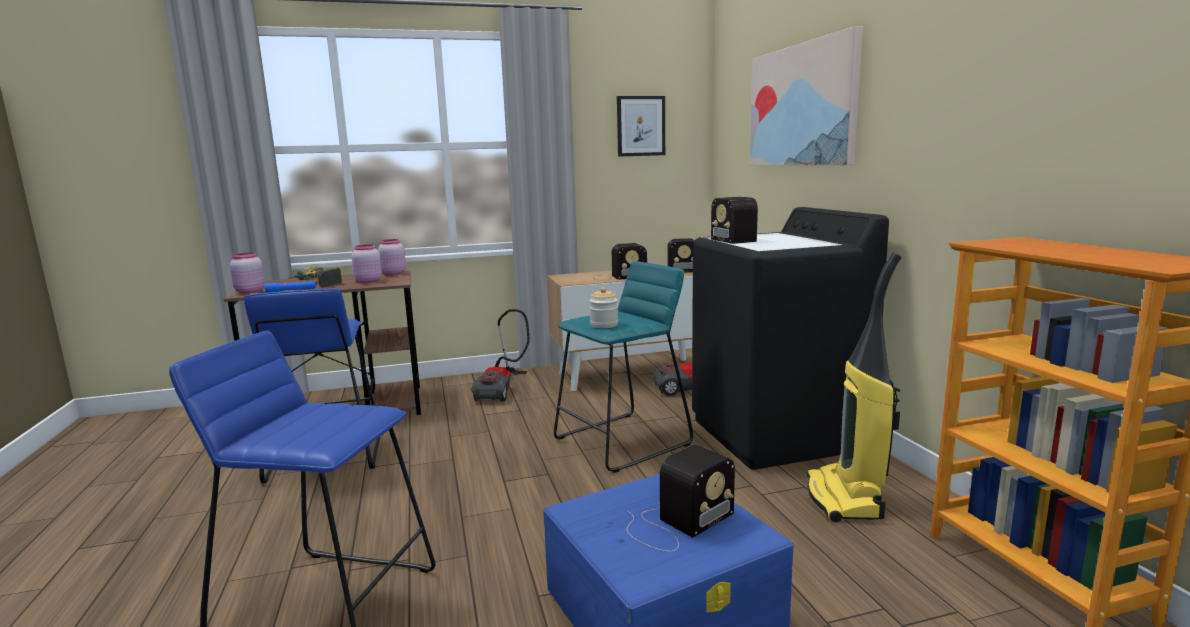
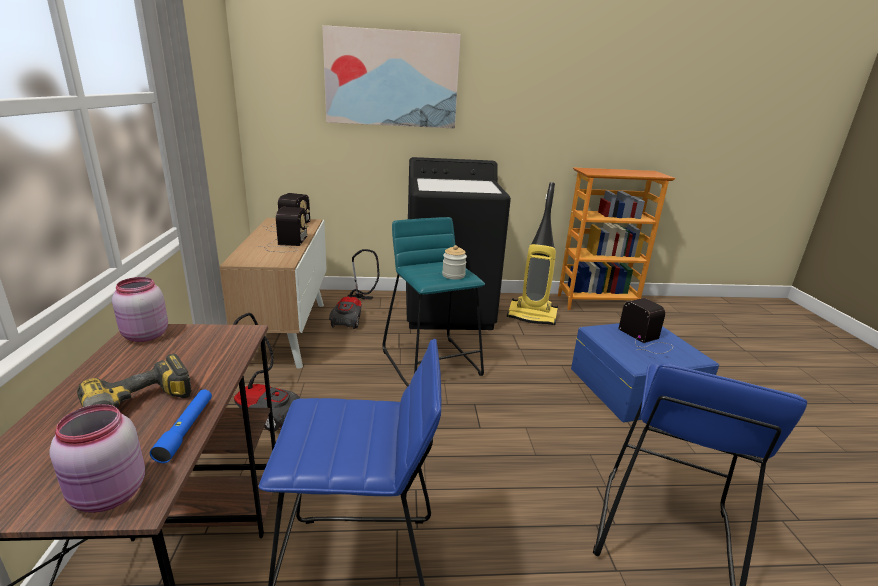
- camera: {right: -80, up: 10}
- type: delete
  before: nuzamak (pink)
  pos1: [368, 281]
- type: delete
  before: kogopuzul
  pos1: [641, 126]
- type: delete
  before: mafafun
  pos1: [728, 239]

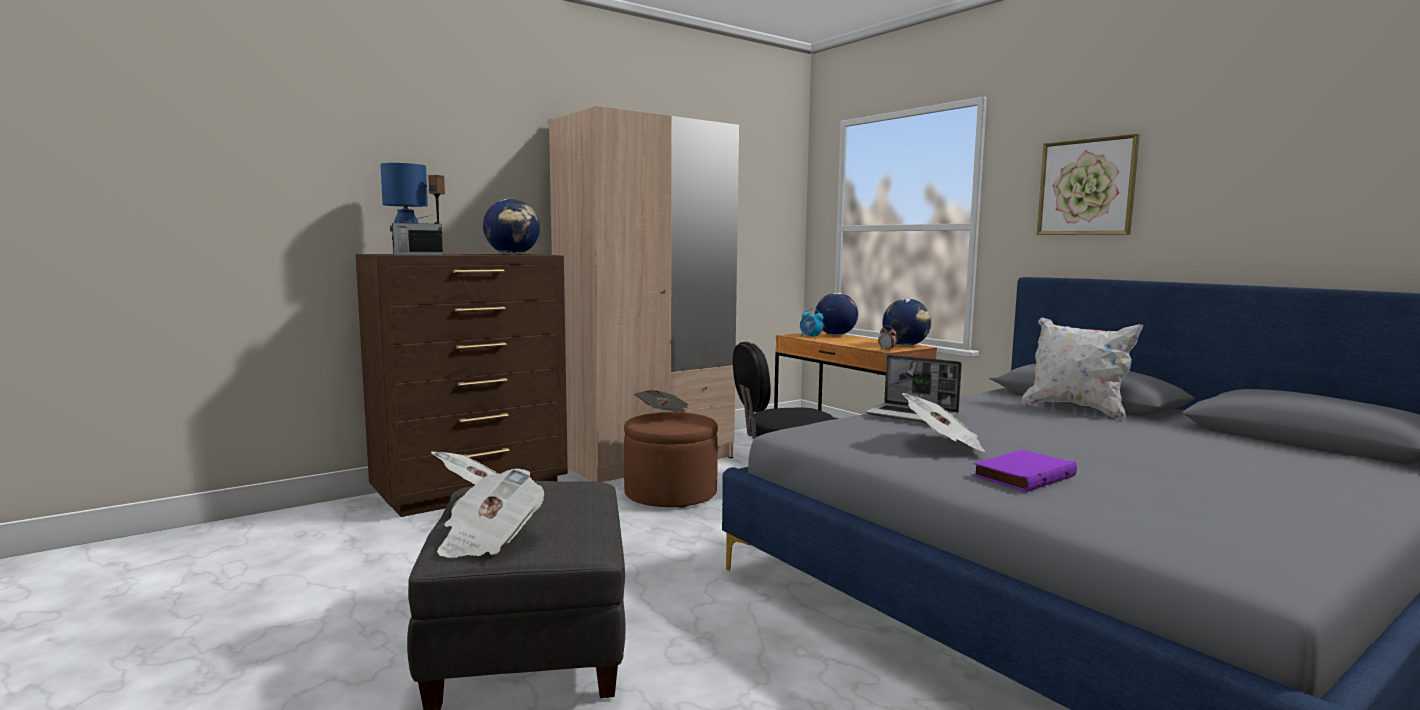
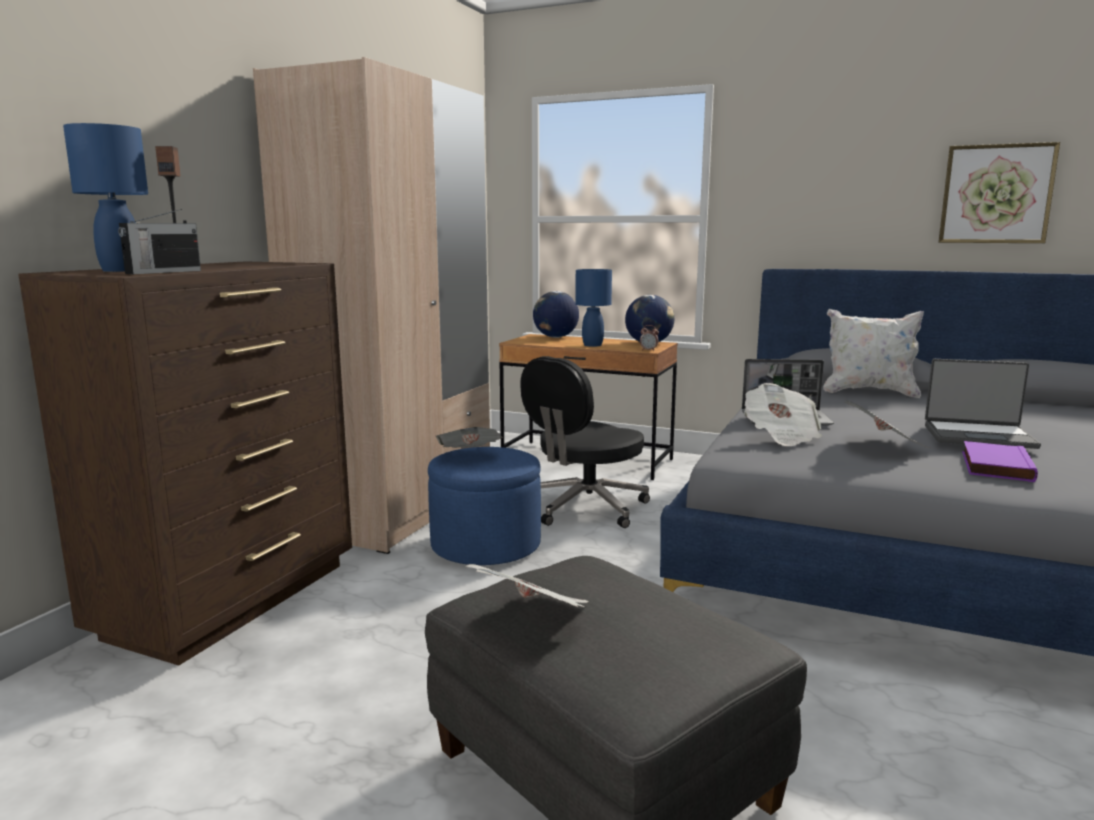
- camera: {right: -30, up: 5}
- type: recolor
  before: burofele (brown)
  after: burofele (blue)
  pos1: [670, 494]
  pos2: [486, 545]
- type: insert
  after: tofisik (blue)
  pos2: [593, 345]
- type: move
  before: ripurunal
  pos1: [489, 540]
  pos2: [781, 435]
- type: insert
  after: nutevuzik
  pos2: [978, 436]
- type: move
  before: kogopuzul
  pos1: [1086, 187]
  pos2: [996, 194]
- type: delete
  before: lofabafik
  pos1: [512, 254]
- type: delete
  before: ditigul
  pos1: [810, 337]

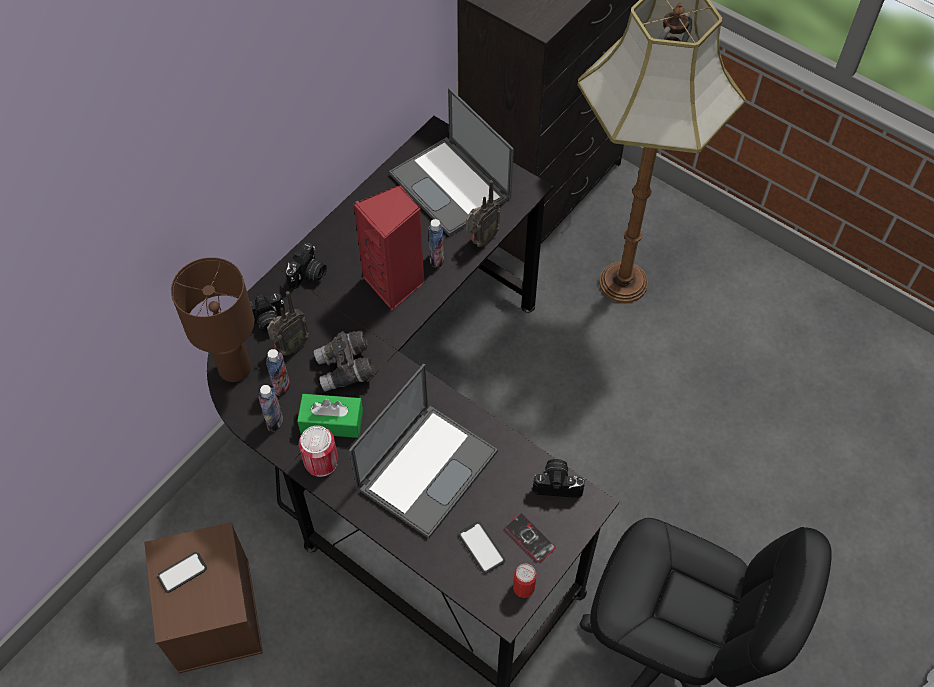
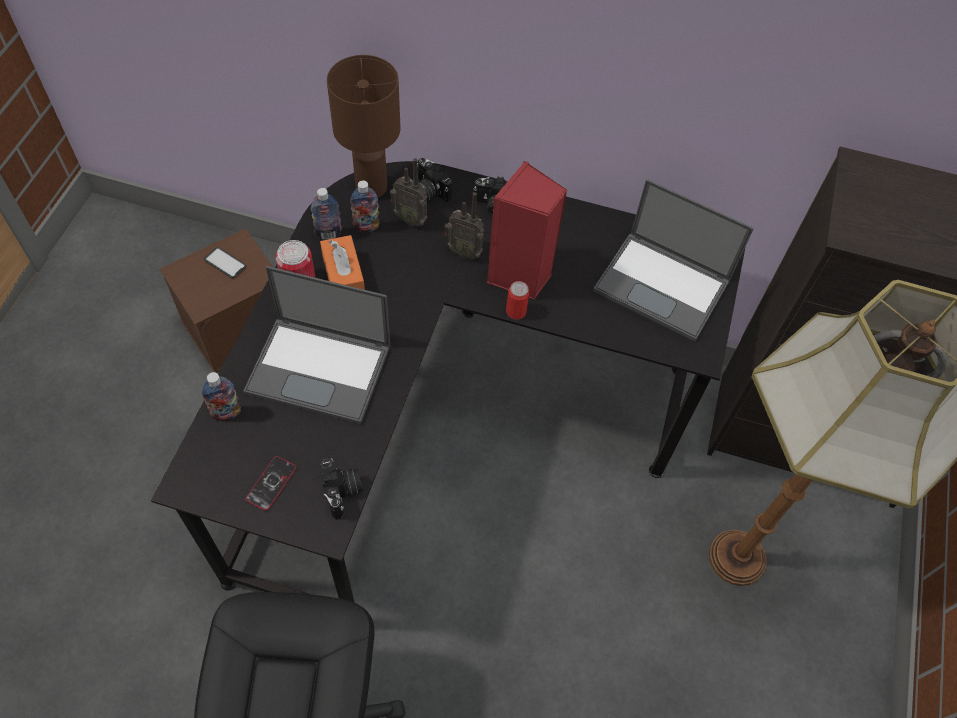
- camera: {right: 65, up: 0}
- type: move
  before: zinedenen
  pos1: [436, 259]
  pos2: [227, 413]
- type: recolor
  before: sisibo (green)
  after: sisibo (orange)
  pos1: [331, 421]
  pos2: [343, 276]
- type: move
  before: mafafun
  pos1: [481, 240]
  pos2: [464, 251]
- type: move
  before: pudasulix
  pos1: [523, 587]
  pos2: [516, 311]
- type: rotate
  before: nutevuzik
  pos1: [451, 186]
  pos2: [663, 286]
  turn: -90
- type: delete
  before: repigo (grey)
  pos1: [346, 369]
- type: delete
  before: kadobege
  pos1: [481, 547]

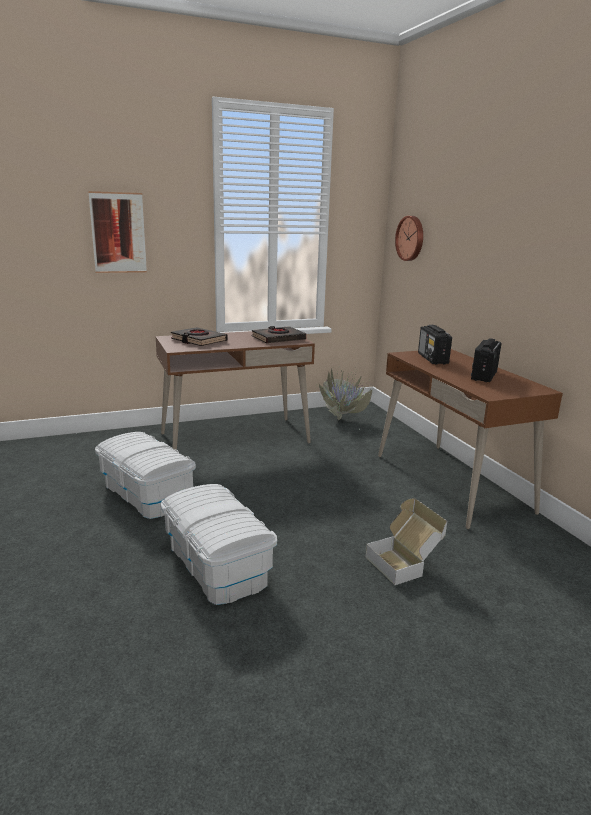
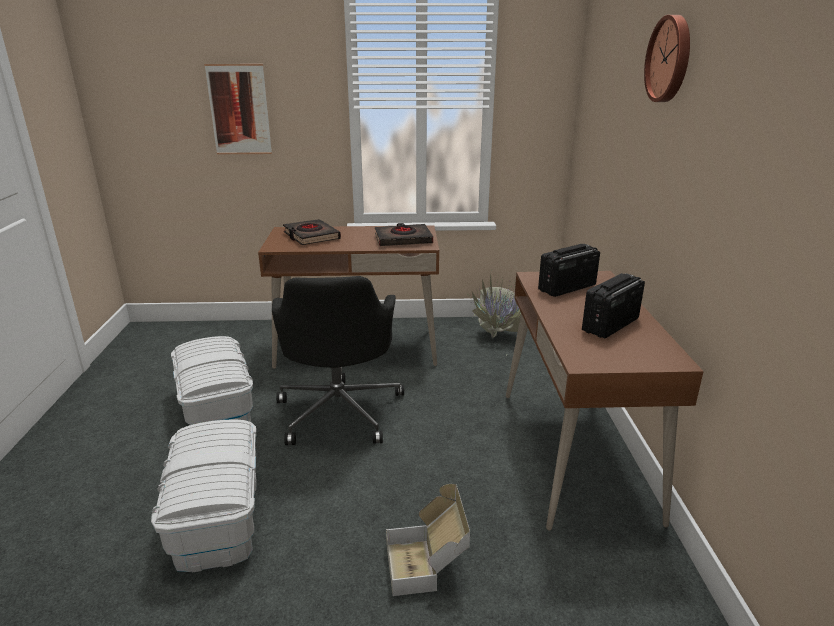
- camera: {right: 20, up: 5}
- type: insert
  after: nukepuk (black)
  pos2: [340, 410]
- type: rotate
  before: mafafun
  pos1: [432, 359]
  pos2: [566, 288]
  turn: 45
- type: move
  before: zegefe
  pos1: [411, 238]
  pos2: [670, 59]

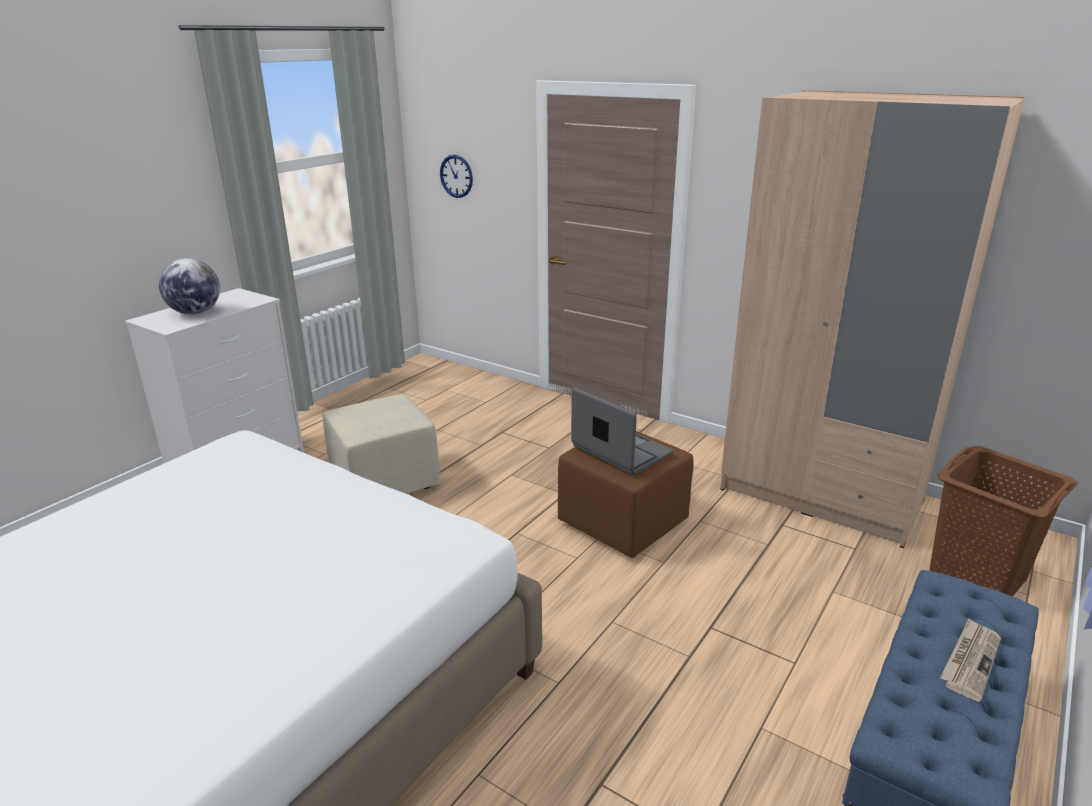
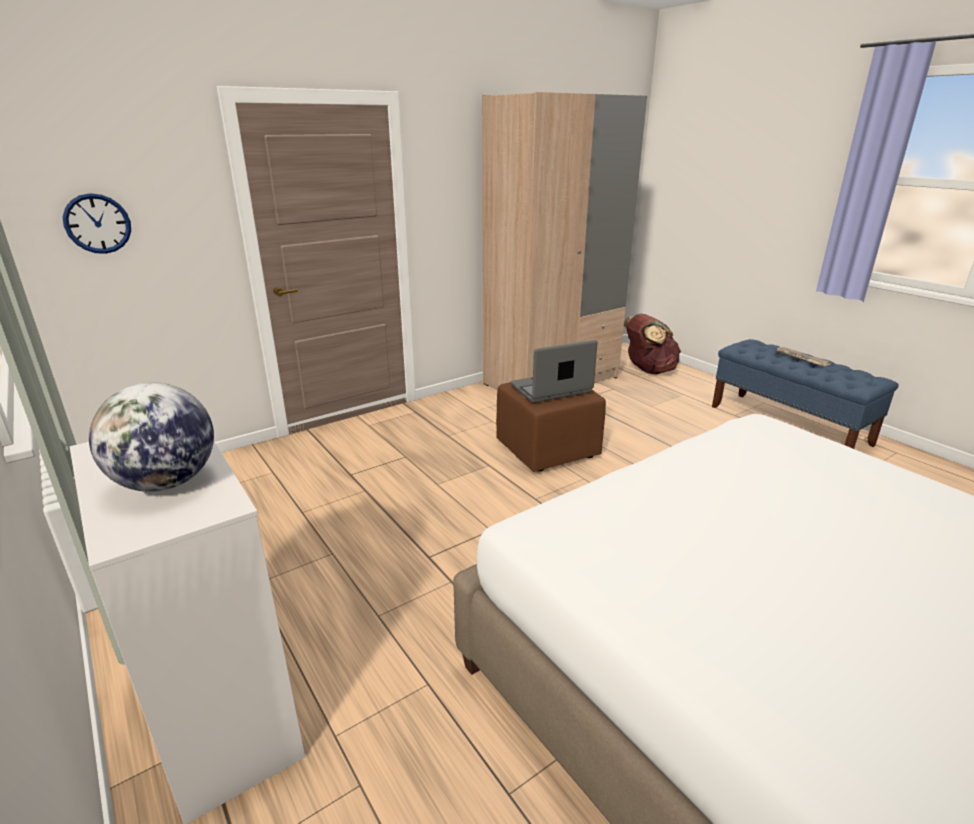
- camera: {right: -70, up: 0}
- type: replace
  before: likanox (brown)
  after: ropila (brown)
  pos1: [976, 576]
  pos2: [648, 370]
- type: delete
  before: burofele (beige)
  pos1: [385, 481]

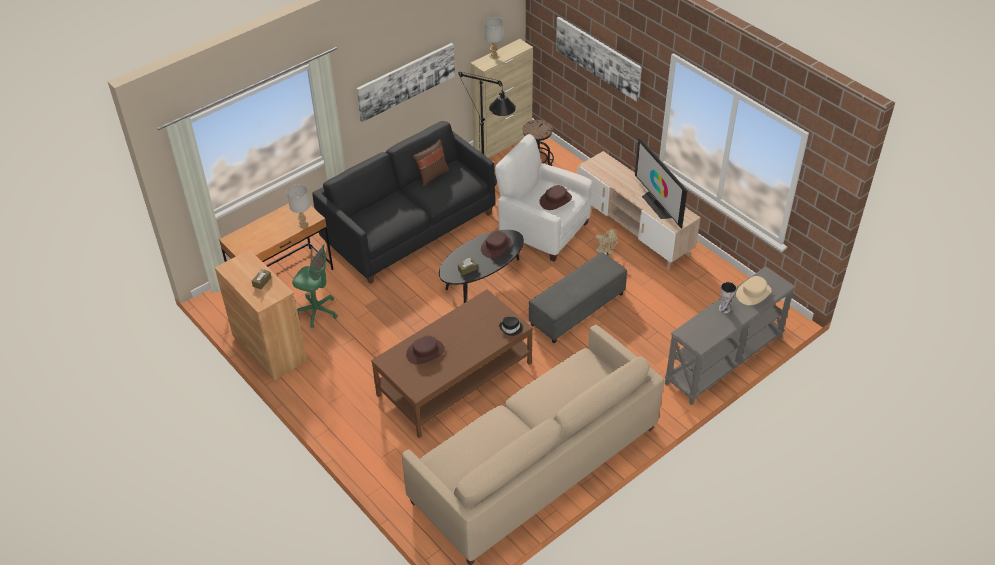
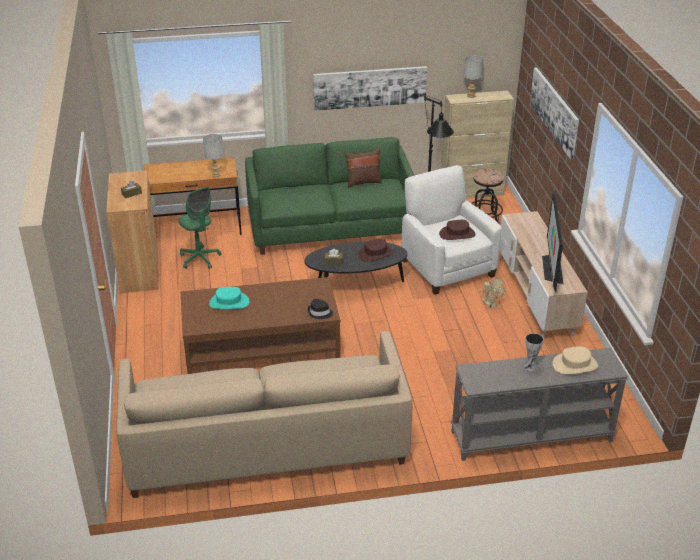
- camera: {right: 30, up: -10}
- type: recolor
  before: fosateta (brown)
  after: fosateta (turquoise)
  pos1: [425, 352]
  pos2: [229, 302]
- type: recolor
  before: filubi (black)
  after: filubi (green)
  pos1: [409, 228]
  pos2: [330, 227]
- type: delete
  before: burofele (grey)
  pos1: [577, 310]

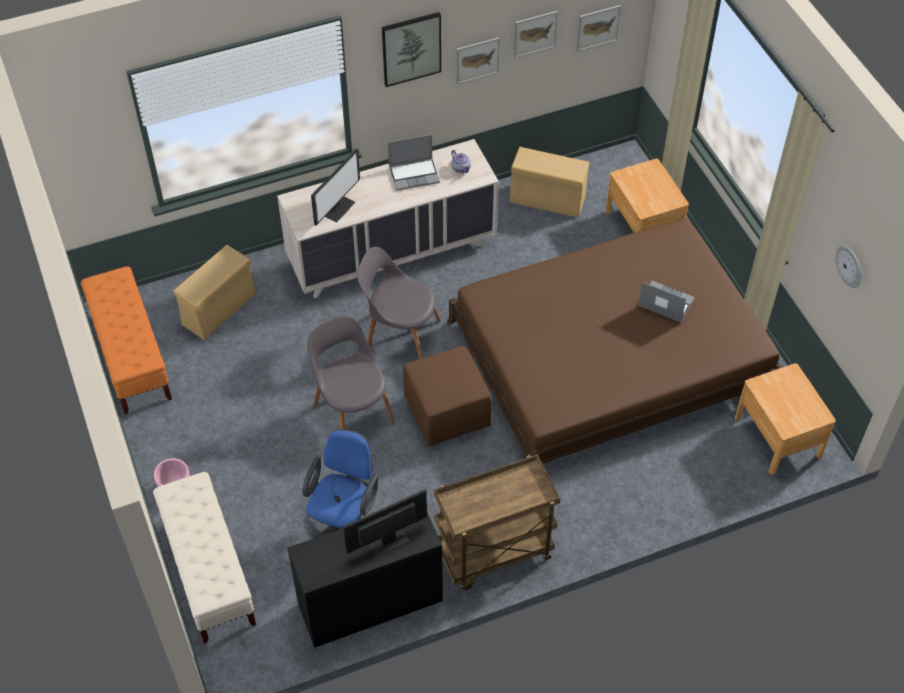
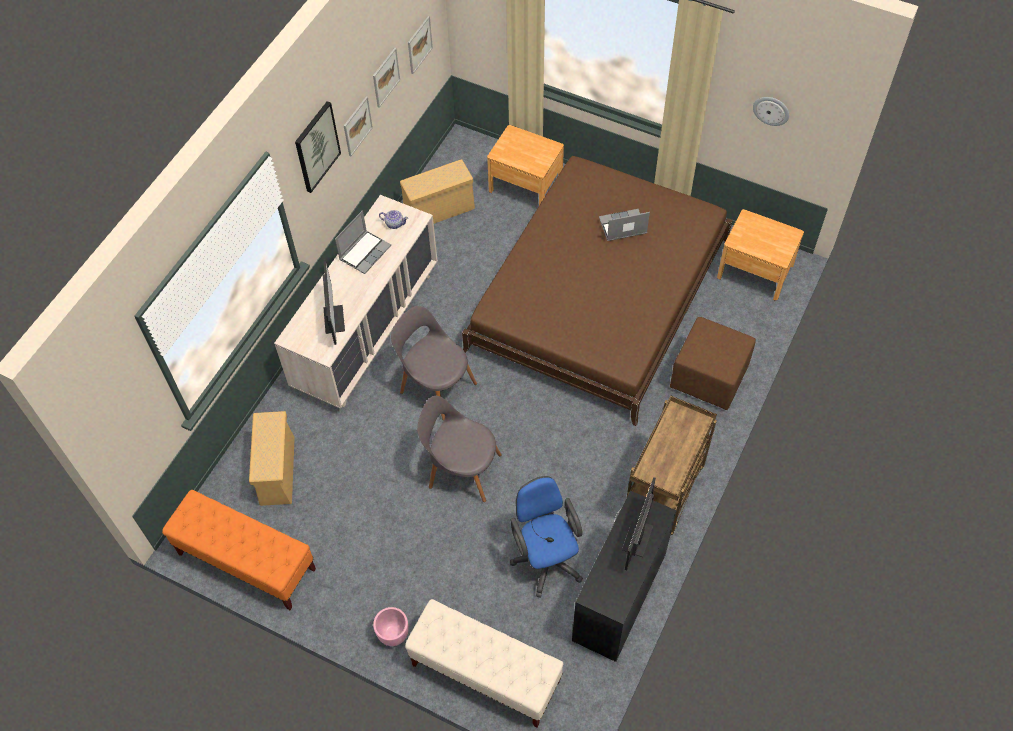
- camera: {right: -40, up: 5}
- type: rotate
  before: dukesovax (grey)
  pos1: [400, 333]
  pos2: [436, 385]
  turn: 60
- type: move
  before: burofele (brown)
  pos1: [447, 413]
  pos2: [710, 377]

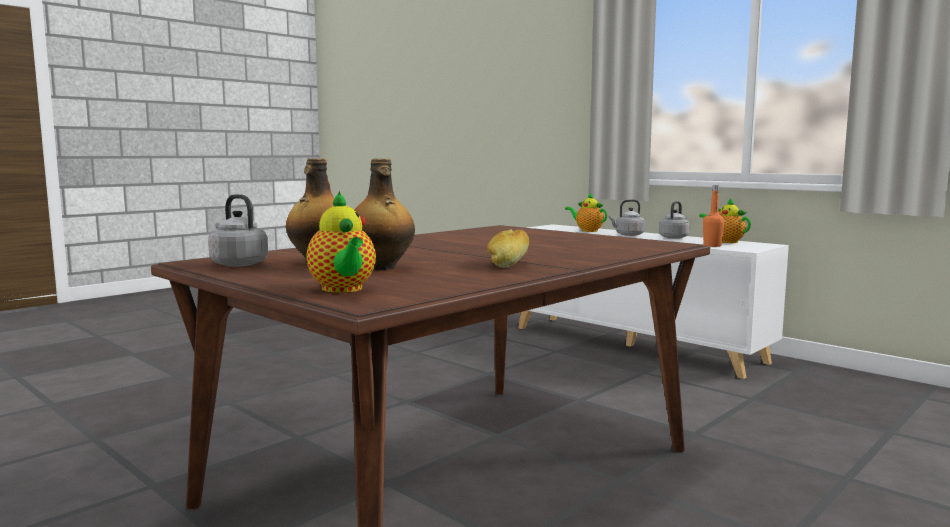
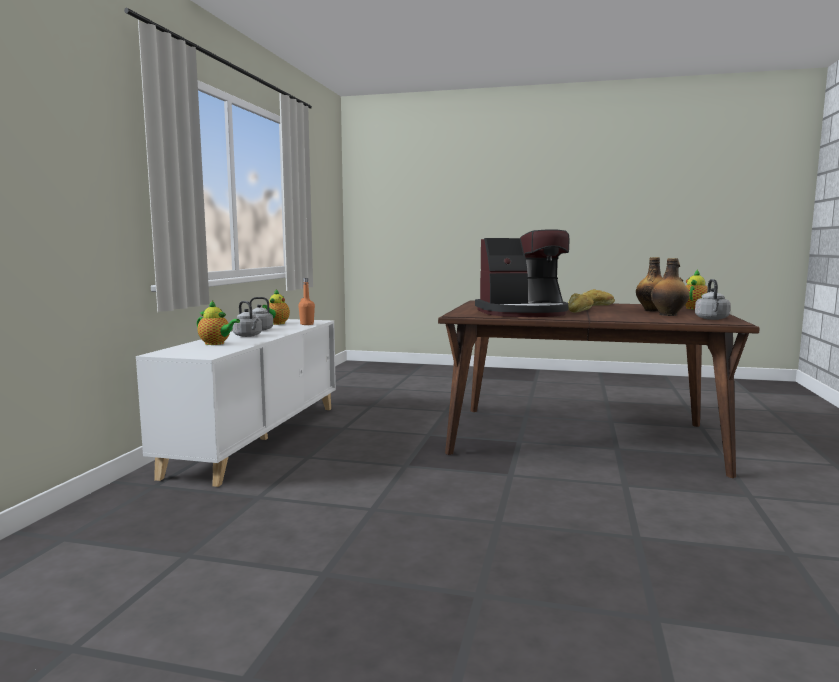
- camera: {right: -120, up: 0}
- type: rotate
  before: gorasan
  pos1: [587, 230]
  pos2: [216, 343]
  turn: -75
- type: insert
  after: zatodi
  pos2: [523, 313]
- type: insert
  after: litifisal
  pos2: [580, 311]

